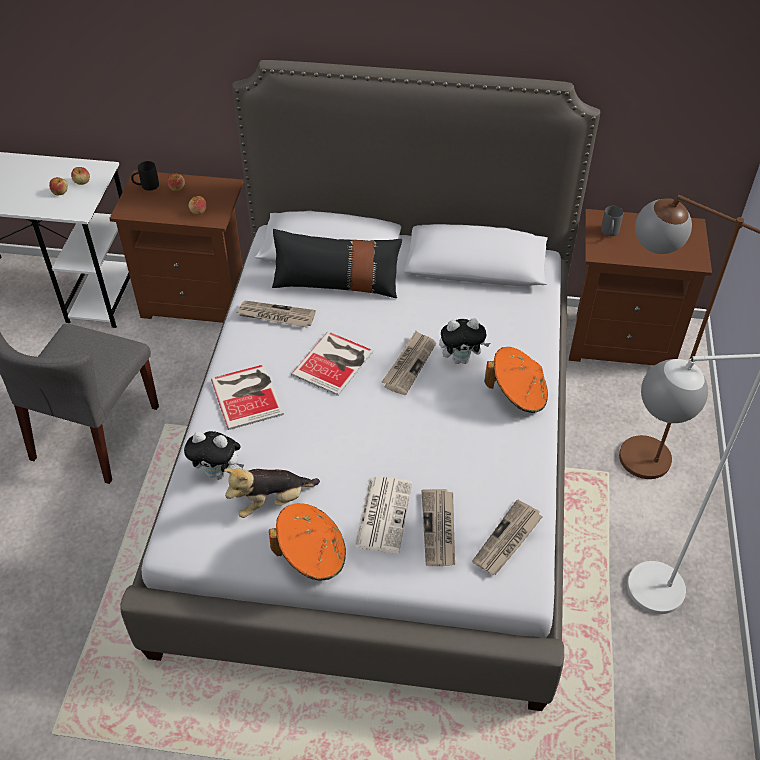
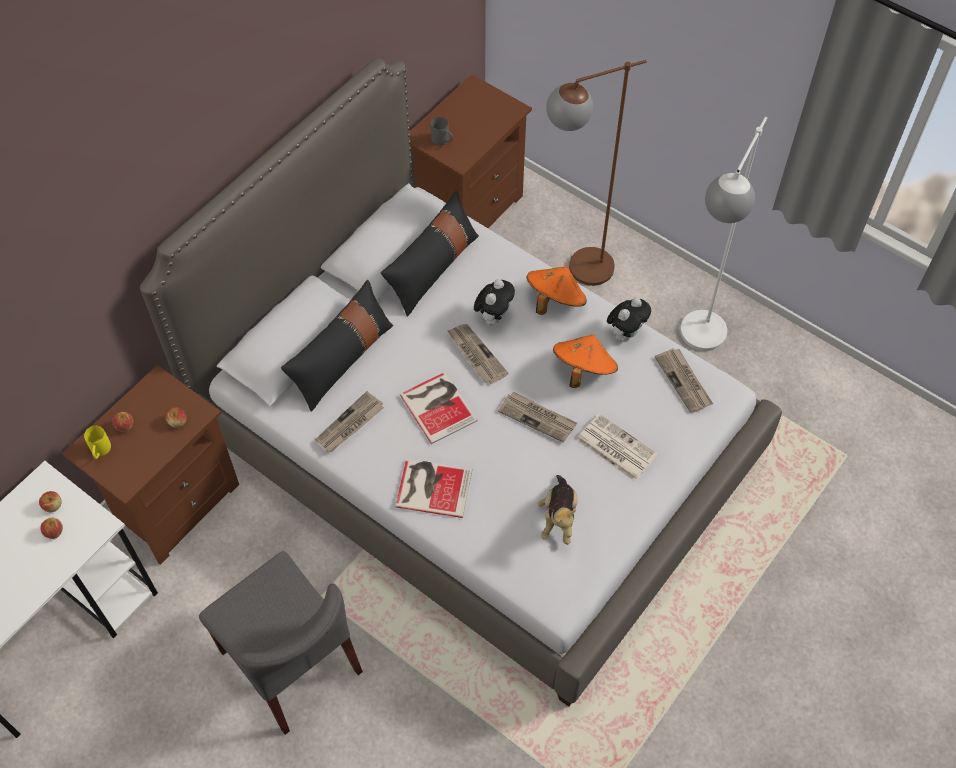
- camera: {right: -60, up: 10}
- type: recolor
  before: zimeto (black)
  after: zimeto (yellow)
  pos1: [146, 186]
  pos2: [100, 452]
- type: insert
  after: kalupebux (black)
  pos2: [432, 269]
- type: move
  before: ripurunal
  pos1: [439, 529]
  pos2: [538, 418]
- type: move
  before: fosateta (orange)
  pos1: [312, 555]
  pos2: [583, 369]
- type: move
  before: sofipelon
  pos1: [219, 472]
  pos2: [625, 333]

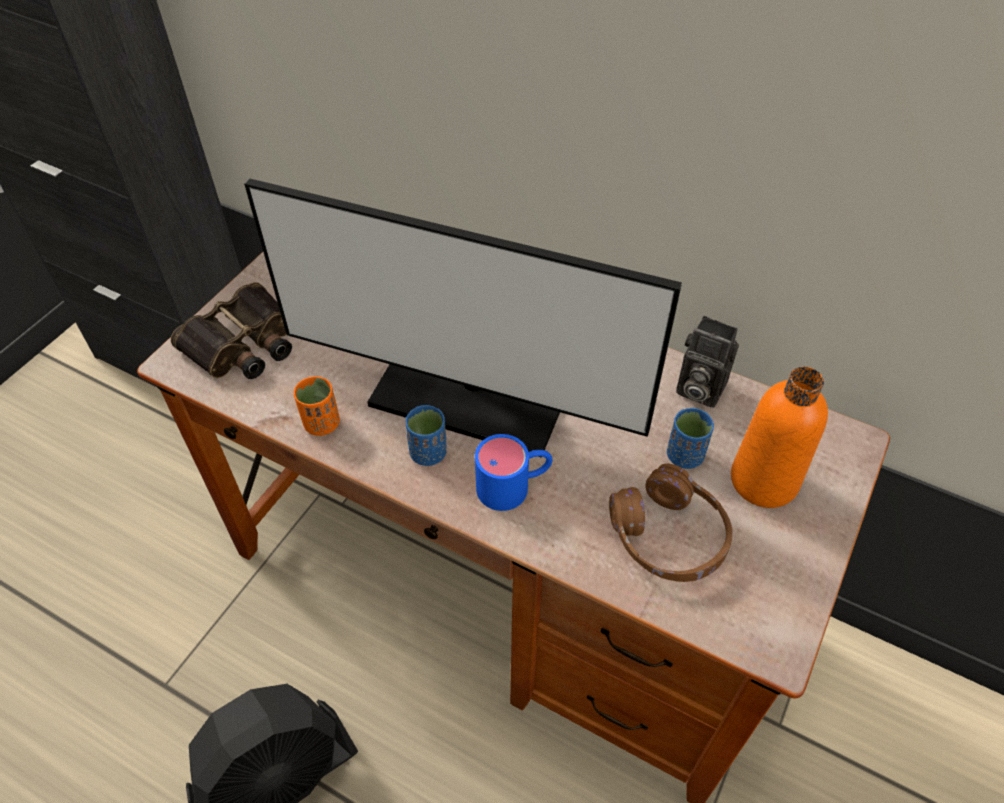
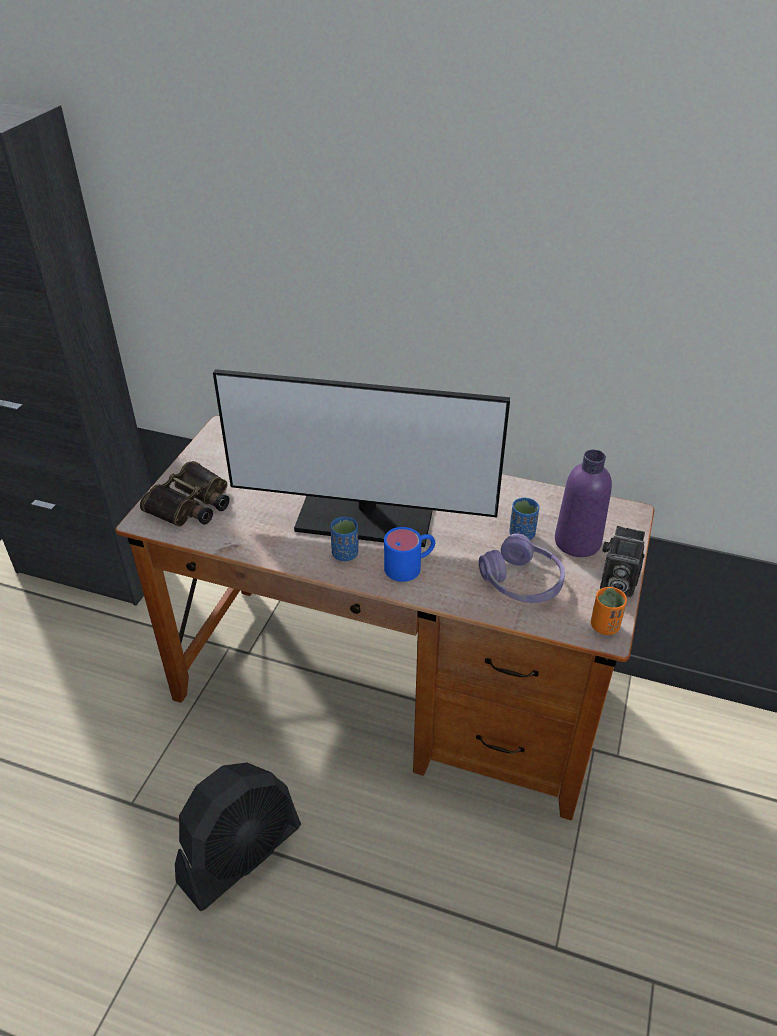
- camera: {right: -10, up: -10}
- type: recolor
  before: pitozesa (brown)
  after: pitozesa (purple)
  pos1: [668, 536]
  pos2: [522, 582]
- type: recolor
  before: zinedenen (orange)
  after: zinedenen (purple)
  pos1: [764, 480]
  pos2: [577, 542]
- type: move
  before: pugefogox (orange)
  pos1: [321, 423]
  pos2: [604, 626]
- type: move
  before: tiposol
  pos1: [697, 388]
  pos2: [615, 584]

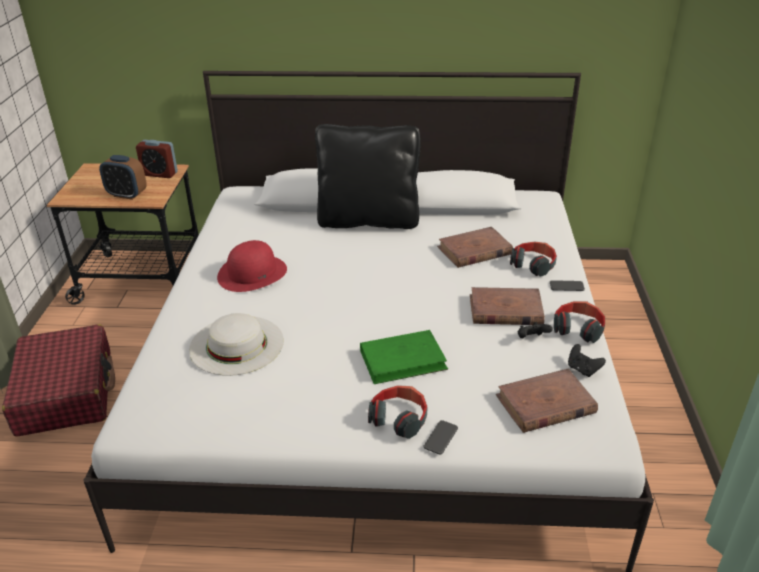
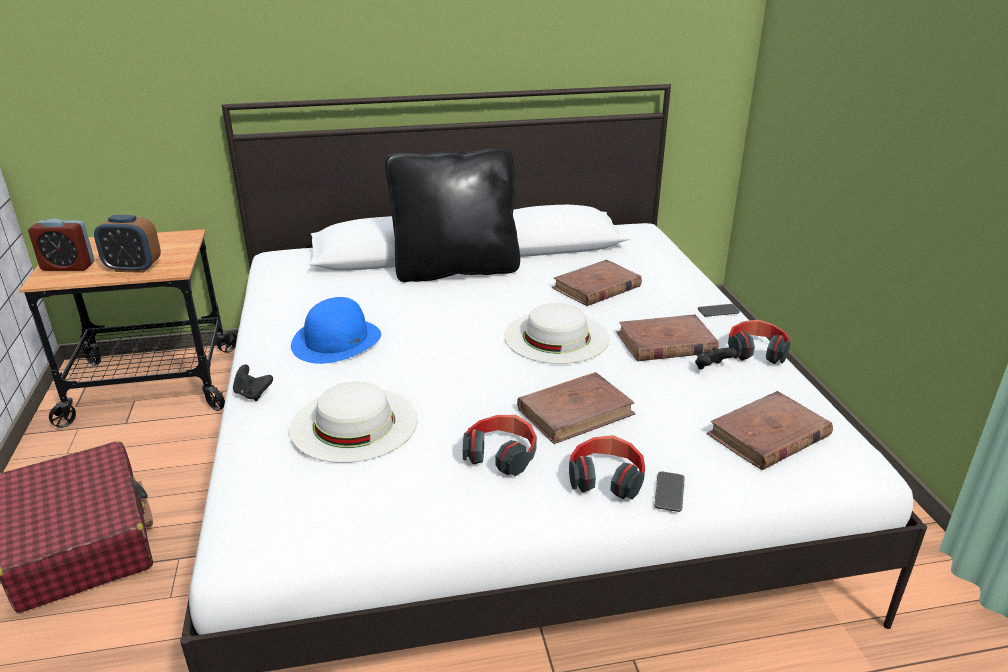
- camera: {right: -15, up: -5}
- type: move
  before: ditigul
  pos1: [160, 174]
  pos2: [68, 266]
- type: move
  before: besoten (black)
  pos1: [582, 369]
  pos2: [252, 394]
- type: recolor
  before: fosateta (red)
  after: fosateta (blue)
  pos1: [252, 273]
  pos2: [337, 340]
- type: move
  before: pitozesa
  pos1: [533, 265]
  pos2: [501, 454]
- type: insert
  after: fosateta (white)
  pos2: [556, 336]
- type: recolor
  before: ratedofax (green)
  after: ratedofax (brown)
  pos1: [403, 360]
  pos2: [575, 412]

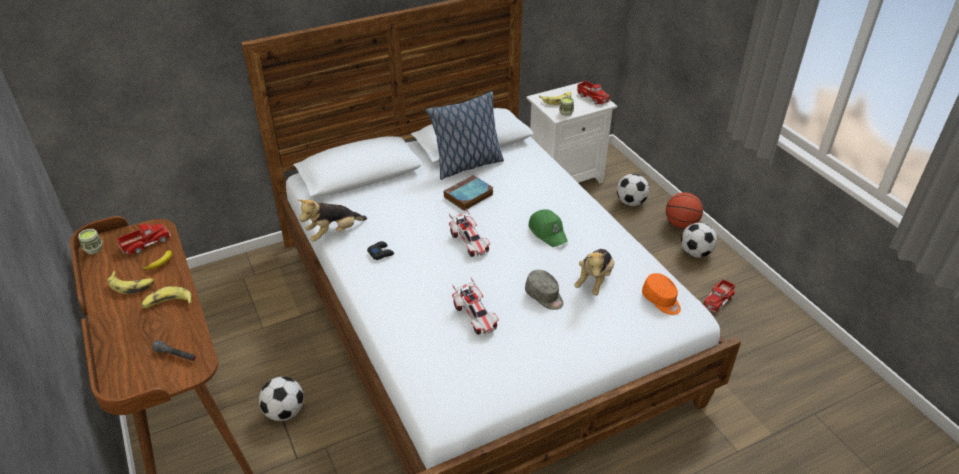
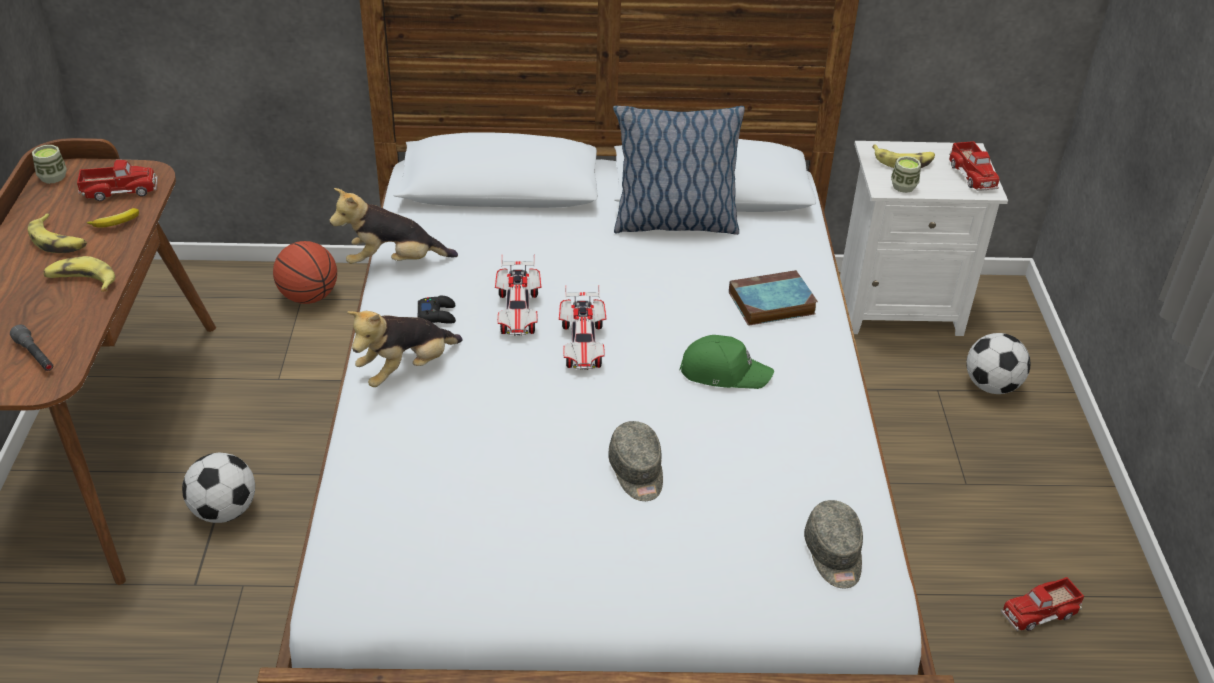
- camera: {right: 25, up: 0}
- type: move
  before: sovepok
  pos1: [681, 224]
  pos2: [308, 297]
- type: move
  before: sofipelon
  pos1: [594, 281]
  pos2: [406, 369]
- type: move
  before: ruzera
  pos1: [475, 317]
  pos2: [518, 313]
- type: rotate
  before: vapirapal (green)
  pos1: [548, 232]
  pos2: [724, 372]
  turn: -75
- type: move
  before: ratedofax
  pos1: [468, 196]
  pos2: [770, 304]
- type: recolor
  before: vapirapal (orange)
  after: vapirapal (grey)
  pos1: [661, 300]
  pos2: [834, 555]
- type: delete
  before: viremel
  pos1: [695, 253]

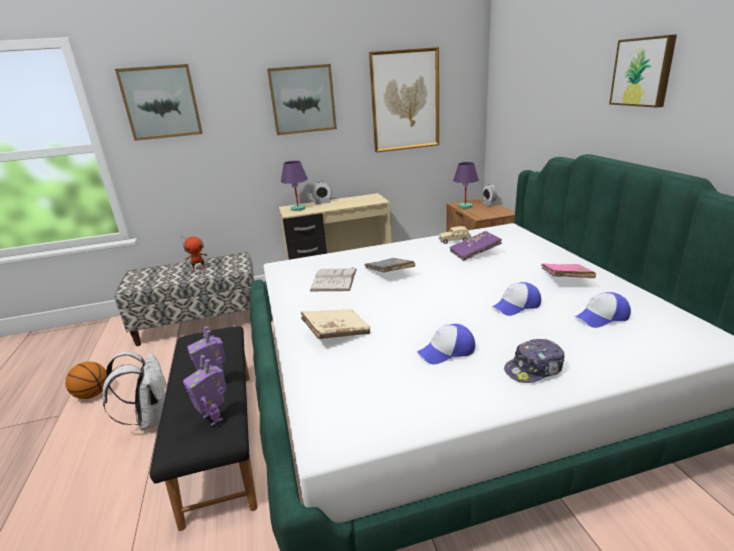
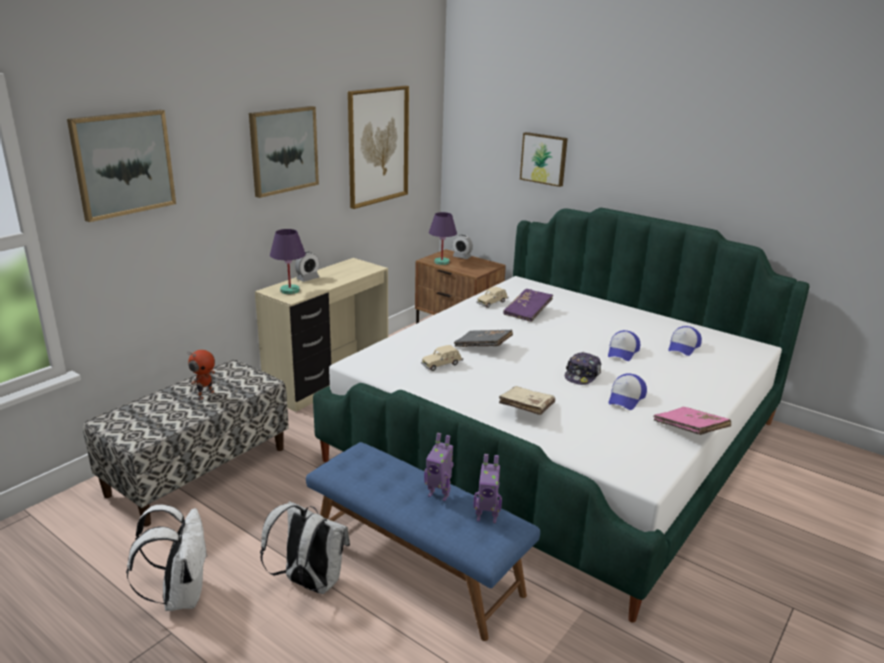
- camera: {right: -40, up: 0}
- type: replace
  before: sovepok
  after: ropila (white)
  pos1: [93, 394]
  pos2: [181, 595]
- type: recolor
  before: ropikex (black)
  after: ropikex (blue)
  pos1: [222, 439]
  pos2: [417, 564]
- type: replace
  before: ratedofax (white)
  after: ruzera (beige)
  pos1: [334, 280]
  pos2: [442, 365]
- type: move
  before: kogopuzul
  pos1: [643, 72]
  pos2: [544, 158]
- type: move
  before: vapirapal
  pos1: [534, 369]
  pos2: [582, 375]
- type: move
  before: ratedofax (pink)
  pos1: [565, 279]
  pos2: [689, 430]

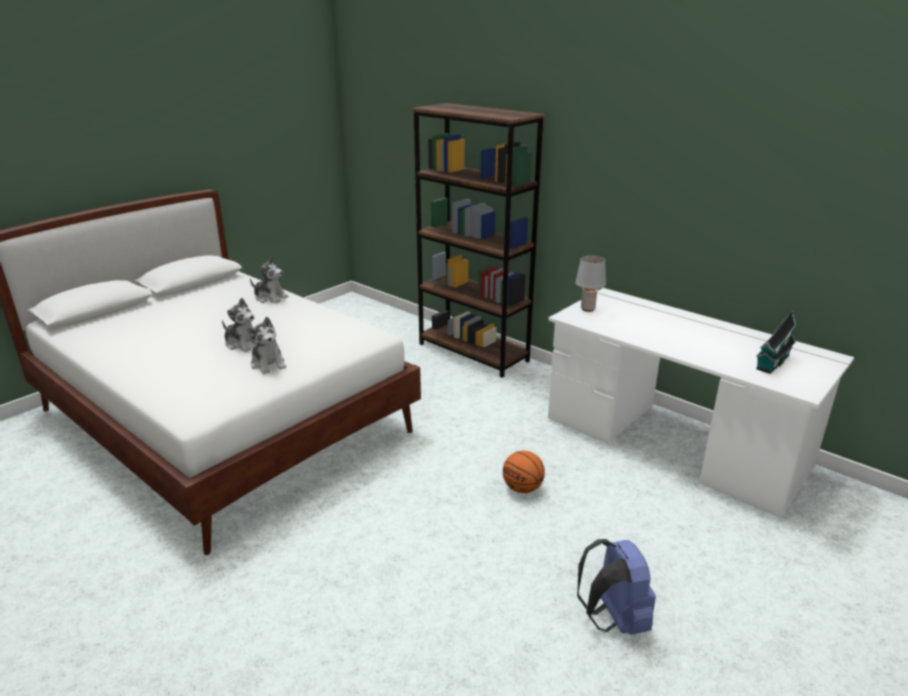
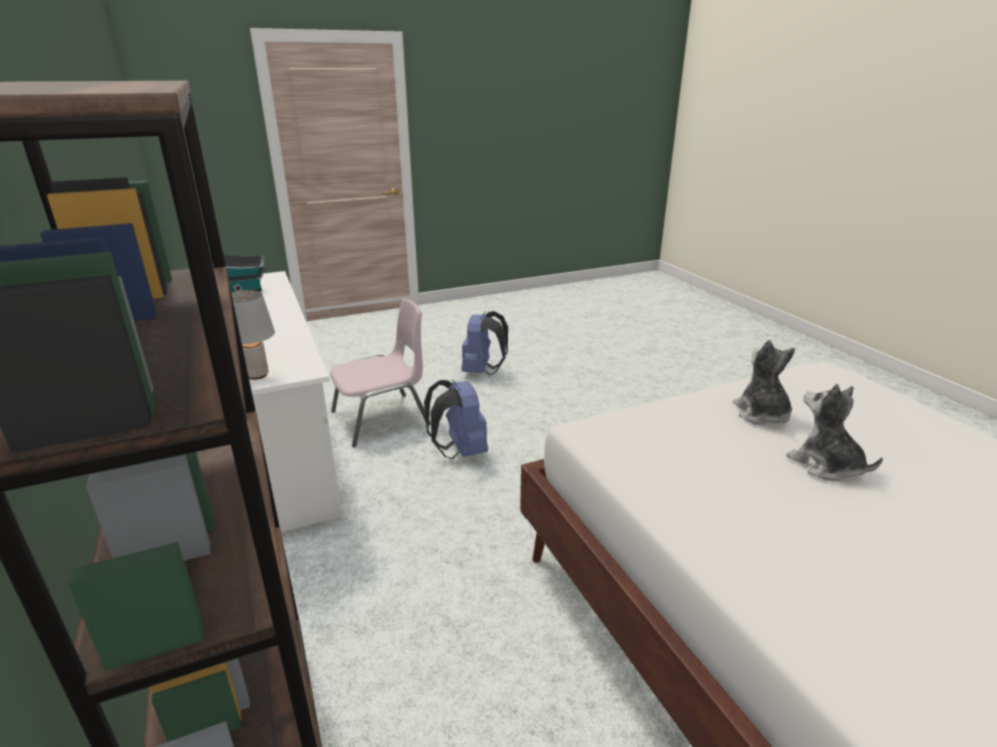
- camera: {right: -155, up: 0}
- type: insert
  after: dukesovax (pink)
  pos2: [382, 418]
- type: replace
  before: sovepok
  after: ropila (blue)
  pos1: [522, 488]
  pos2: [460, 451]
- type: delete
  before: sofipelon
  pos1: [270, 298]

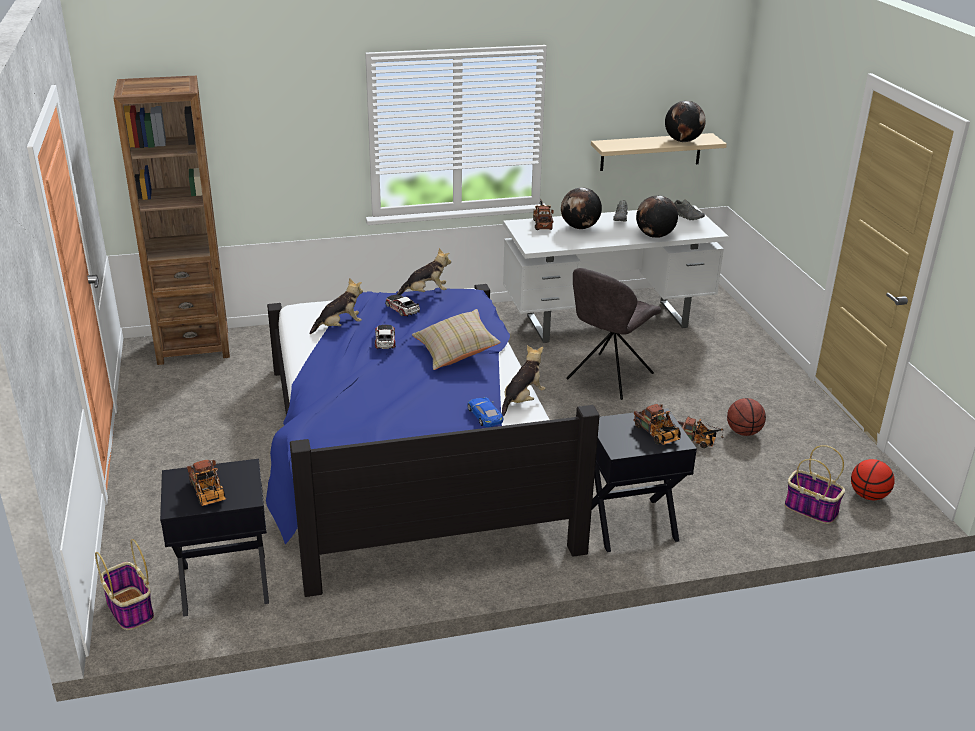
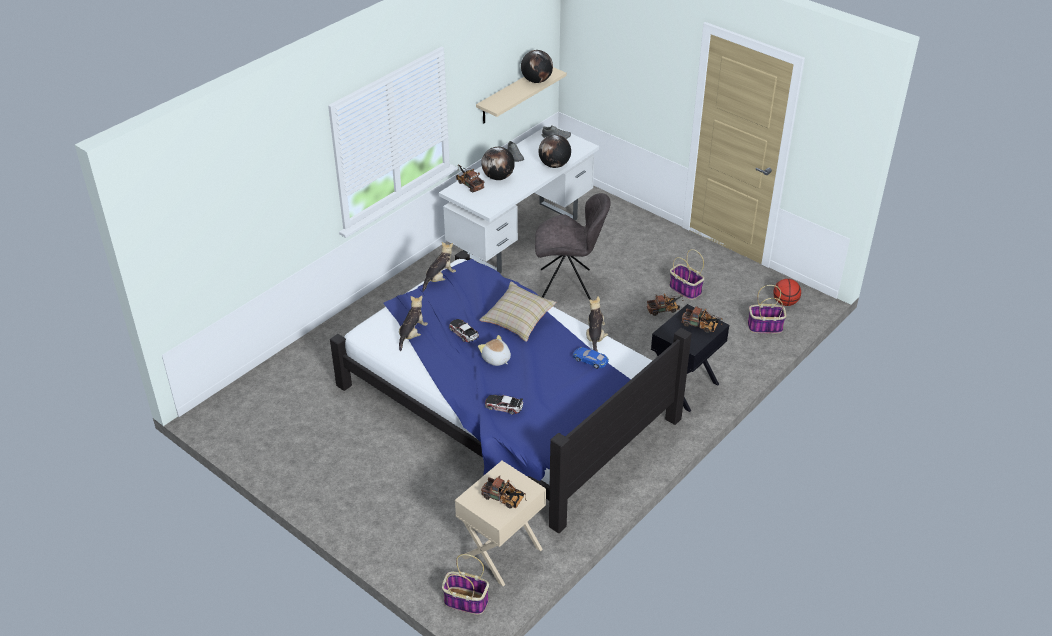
- camera: {right: -35, up: 10}
- type: recolor
  before: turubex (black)
  after: turubex (beige)
  pos1: [225, 584]
  pos2: [502, 553]
- type: insert
  after: sofipelon
  pos2: [496, 359]
- type: move
  before: ruzera
  pos1: [402, 308]
  pos2: [504, 406]
- type: rotate
  before: dukesovax (grey)
  pos1: [608, 378]
  pos2: [568, 285]
  turn: -90
- type: replace
  before: sovepok
  after: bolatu
  pos1: [743, 432]
  pos2: [684, 289]
- type: delete
  before: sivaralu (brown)
  pos1: [193, 347]

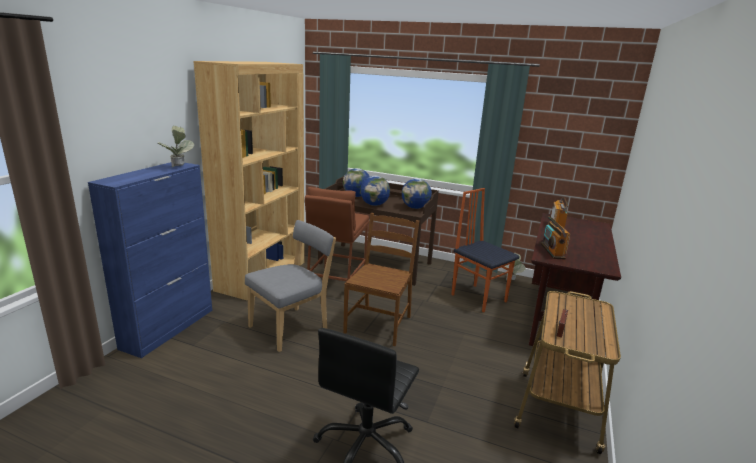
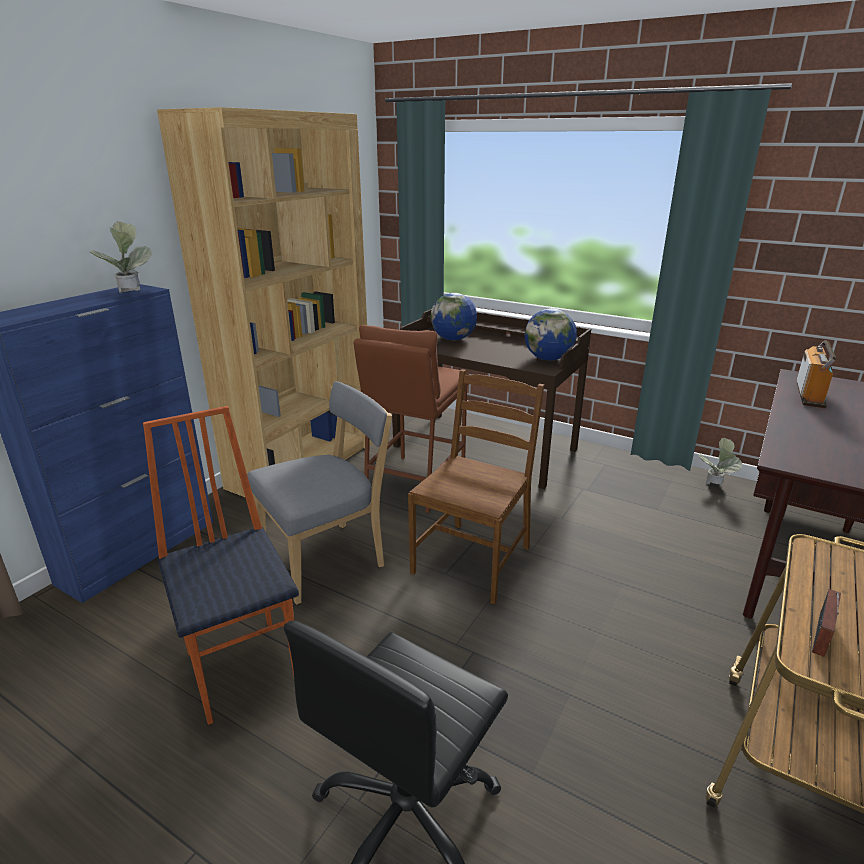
- camera: {right: 10, up: 5}
- type: move
  before: dukesovax
  pos1: [479, 297]
  pos2: [244, 666]
- type: delete
  before: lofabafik
  pos1: [374, 205]
- type: delete
  before: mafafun
  pos1: [552, 251]

